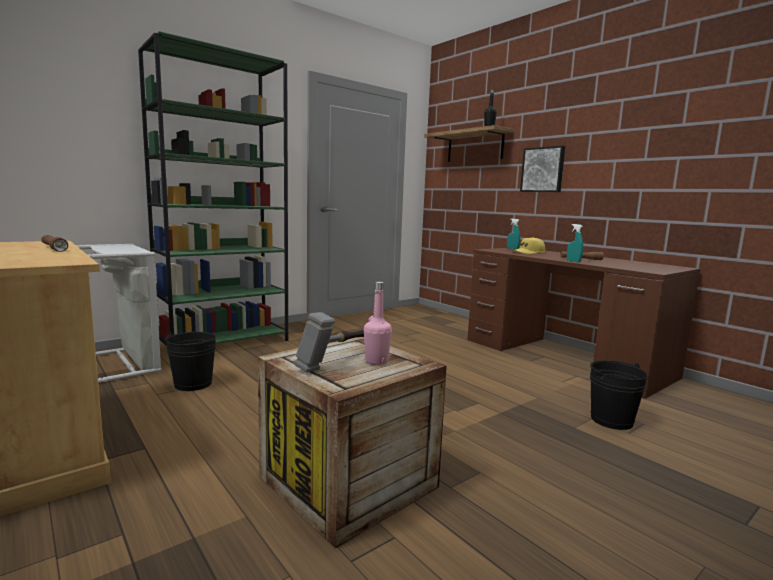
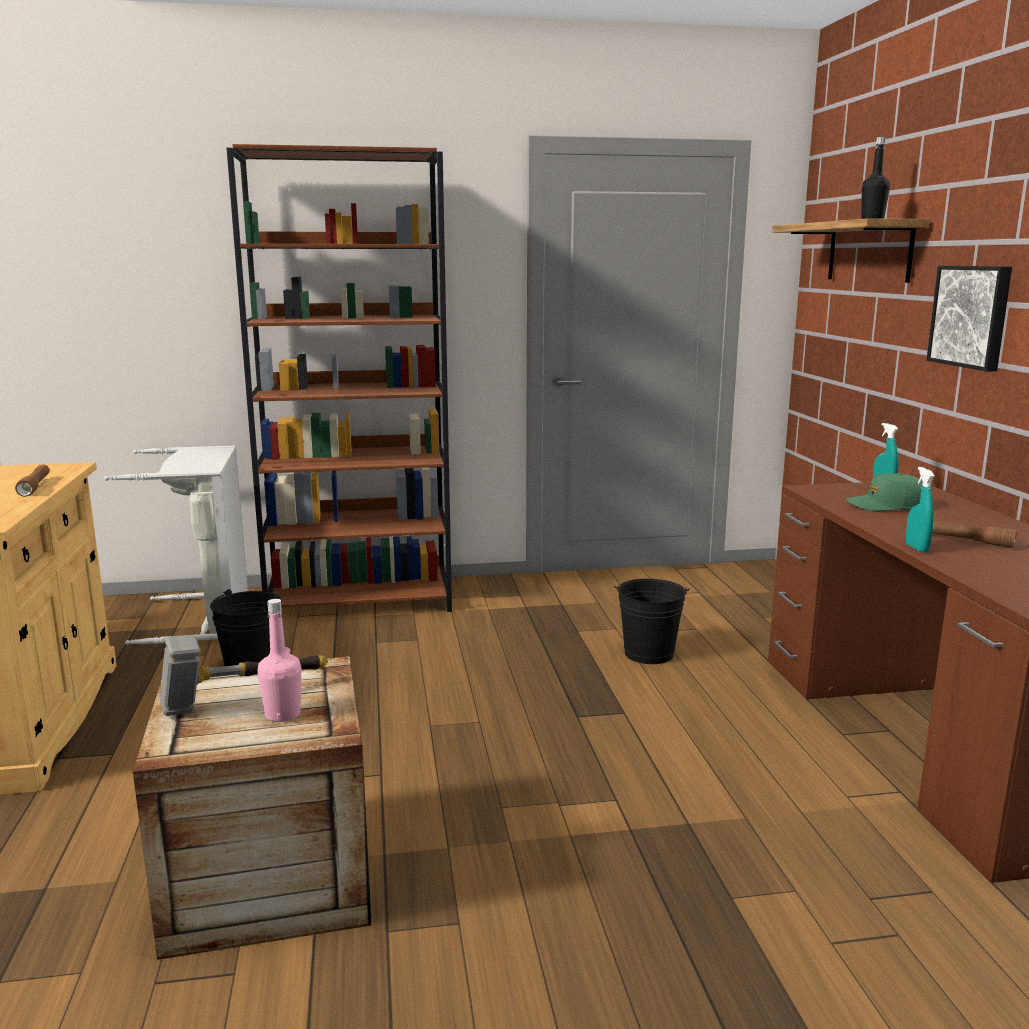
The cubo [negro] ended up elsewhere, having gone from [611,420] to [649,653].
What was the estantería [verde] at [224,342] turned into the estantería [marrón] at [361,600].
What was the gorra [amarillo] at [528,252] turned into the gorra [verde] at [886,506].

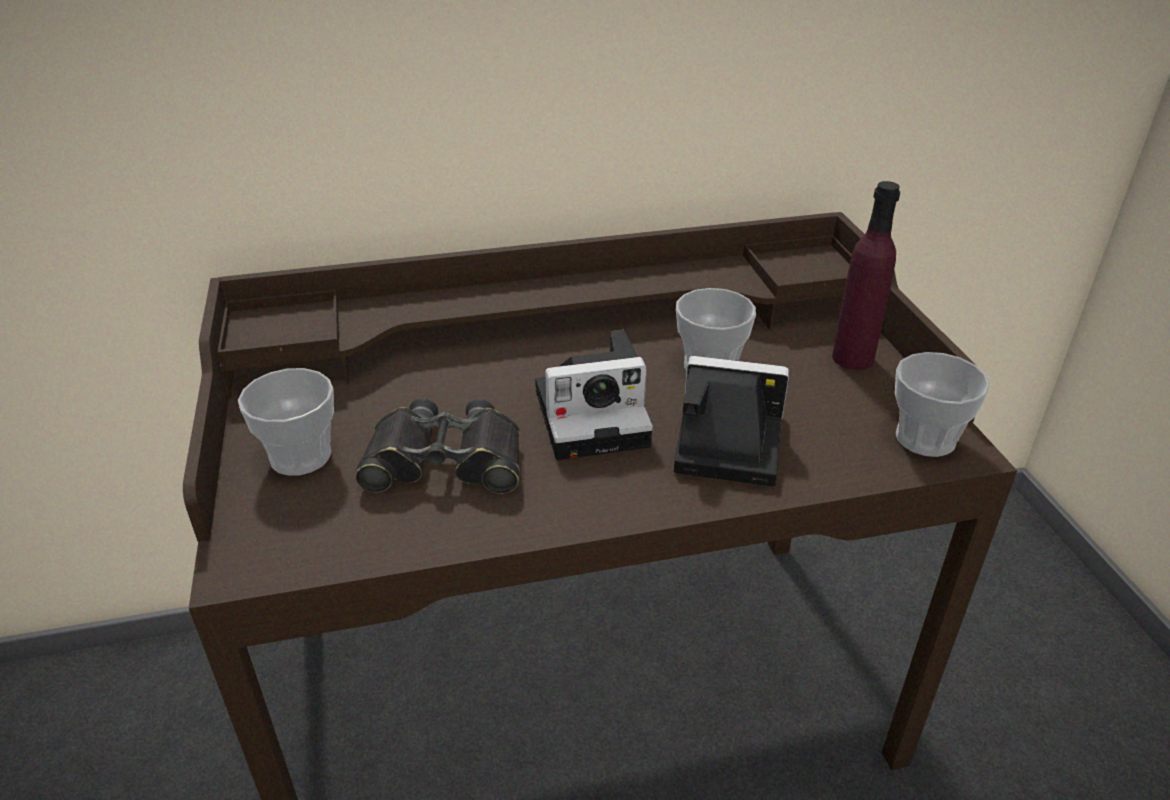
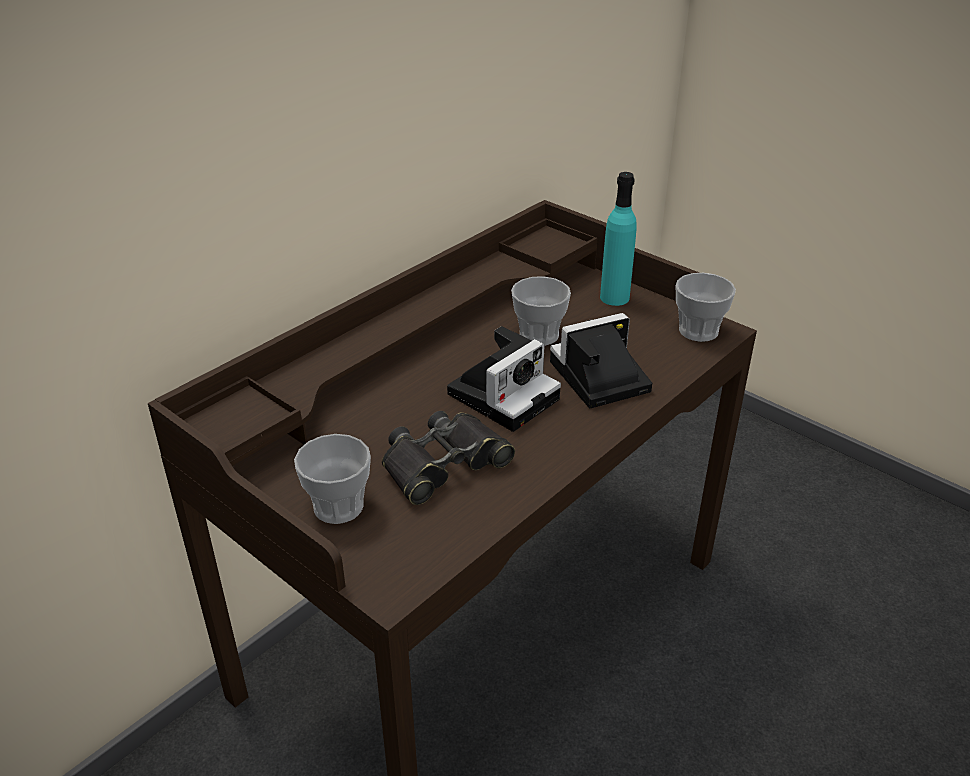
What was the botella [morado] at [853,358] turned into the botella [turquesa] at [614,297].

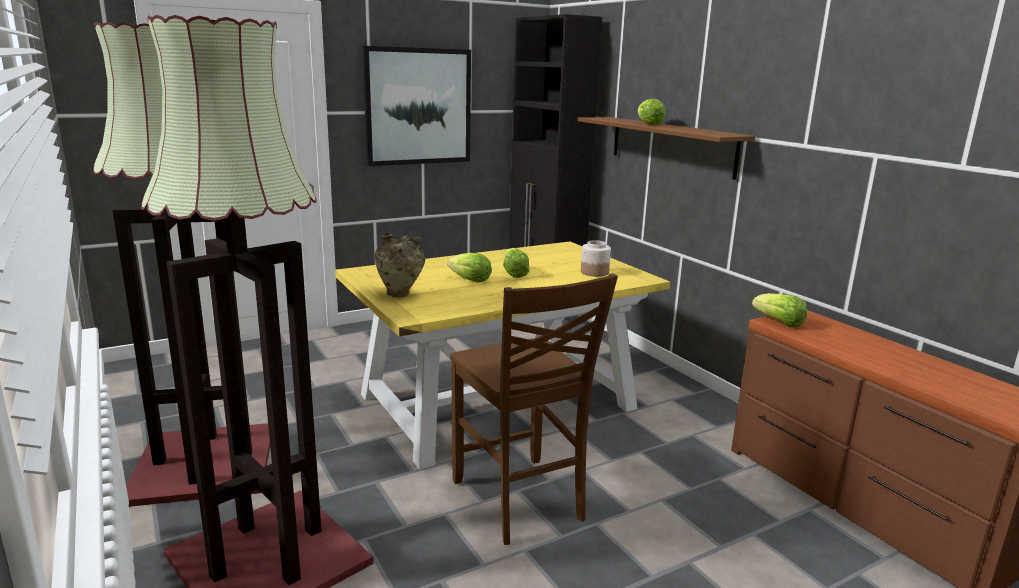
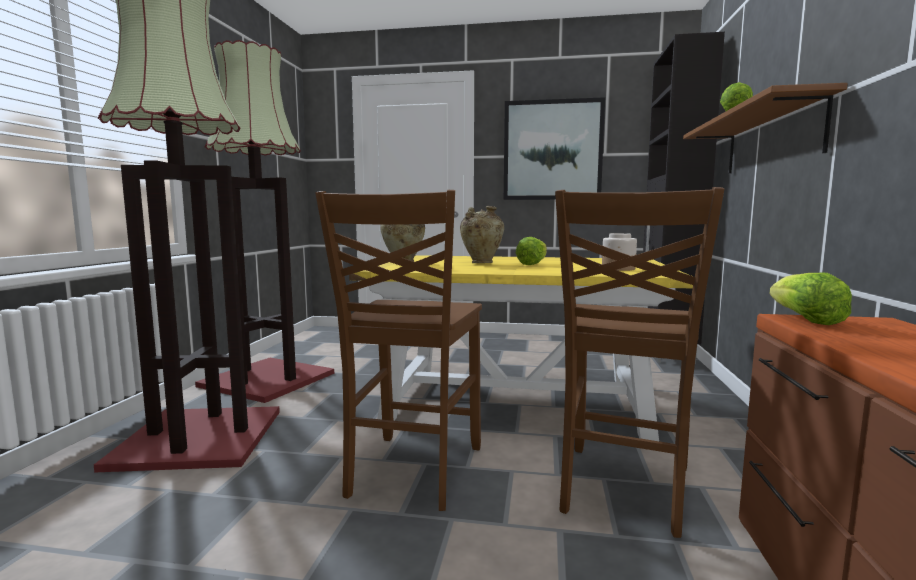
The second view gained the silla [marrón] at [622,489].
Where the lechuga stood at [470,280], the florero [beis] came to stand at [481,263].

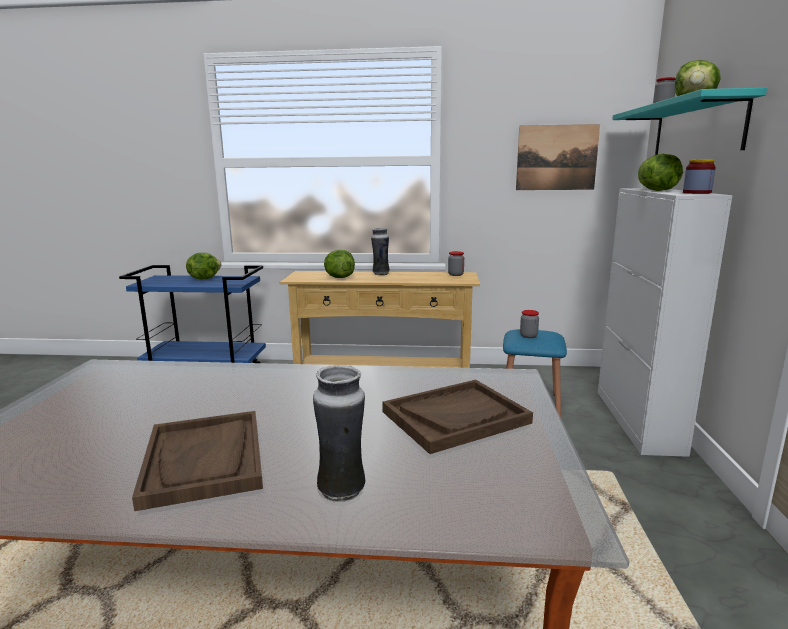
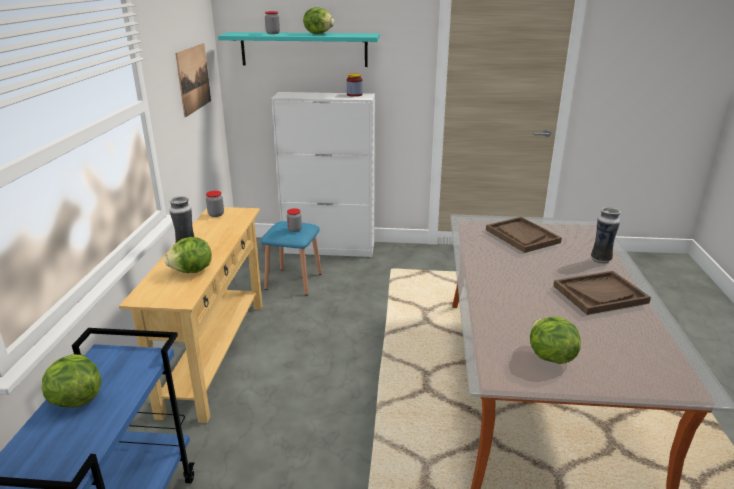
The lechuga ended up elsewhere, having gone from [658,190] to [550,357].

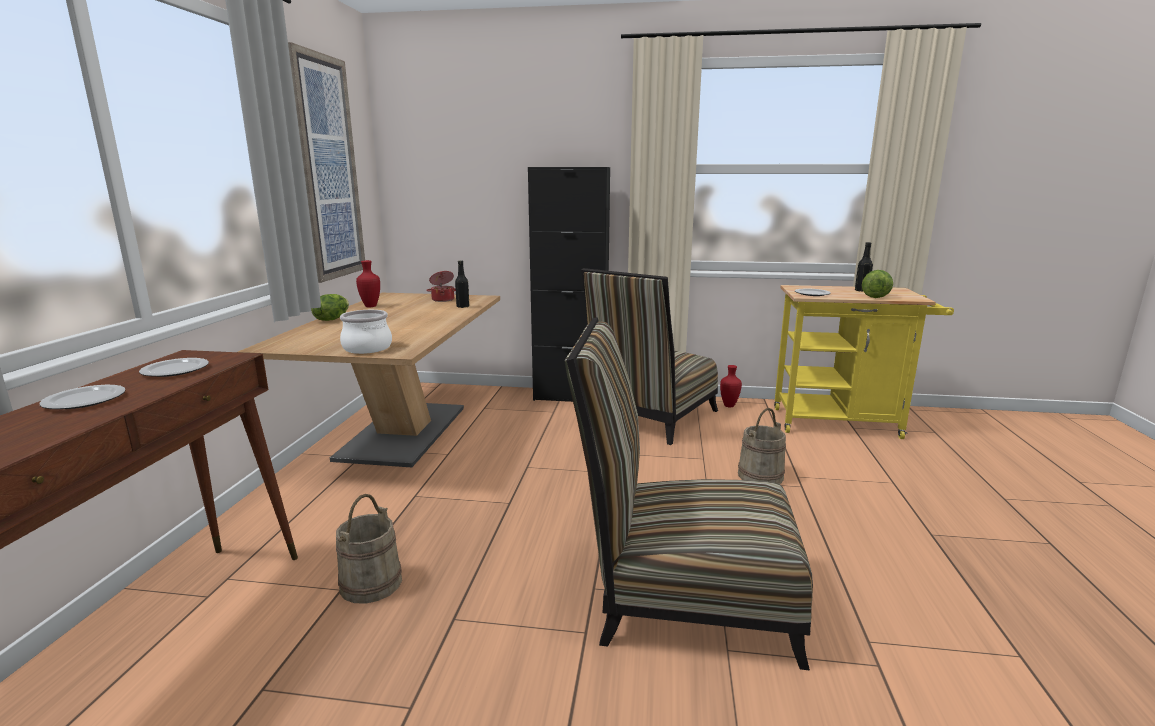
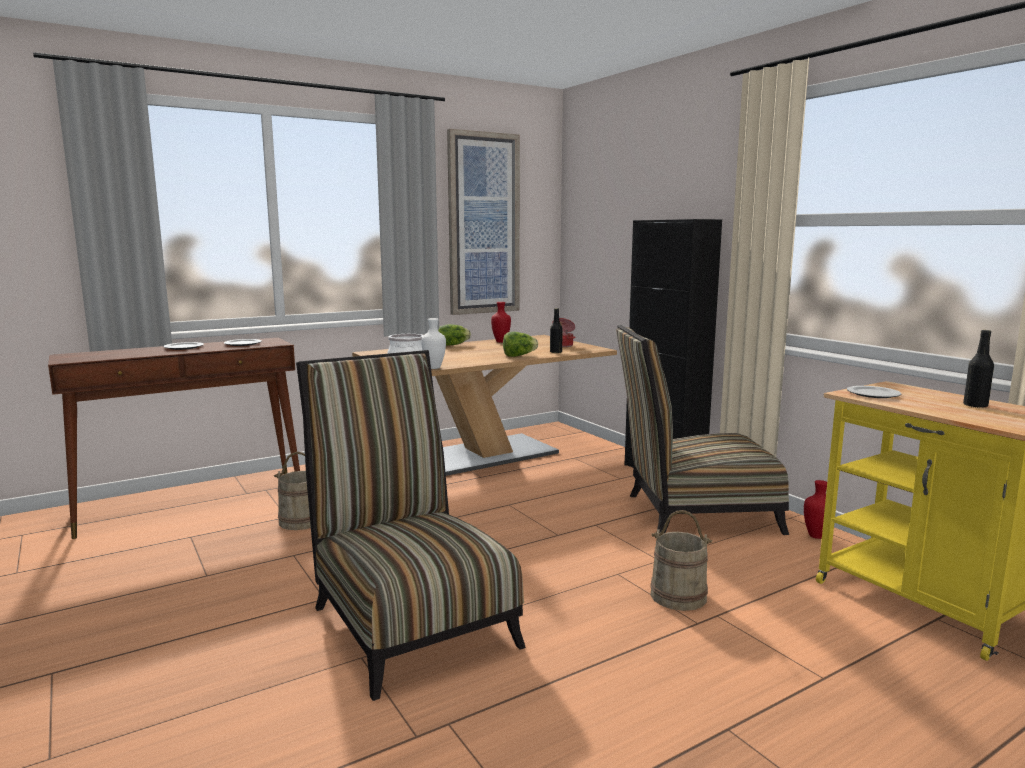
The second view gained the florero [blanco] at [435,368].
The lechuga ended up elsewhere, having gone from [875,296] to [518,356].

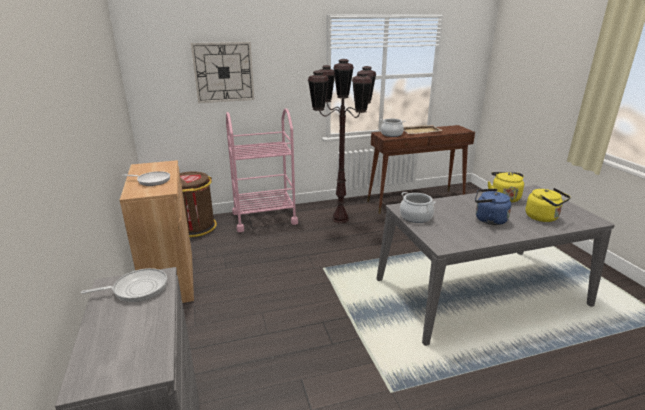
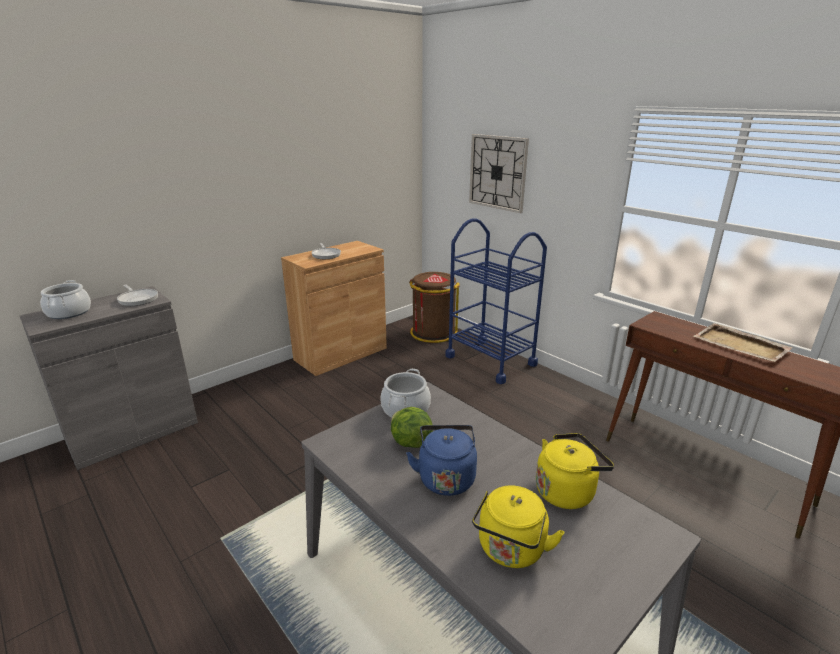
The second view lost the lámpara de pie [marrón] at [340,219].
The second view gained the lechuga at [410,442].
The olla ended up elsewhere, having gone from [391,134] to [69,312].
What was the carrito [rosa] at [264,218] turned into the carrito [azul] at [490,360].

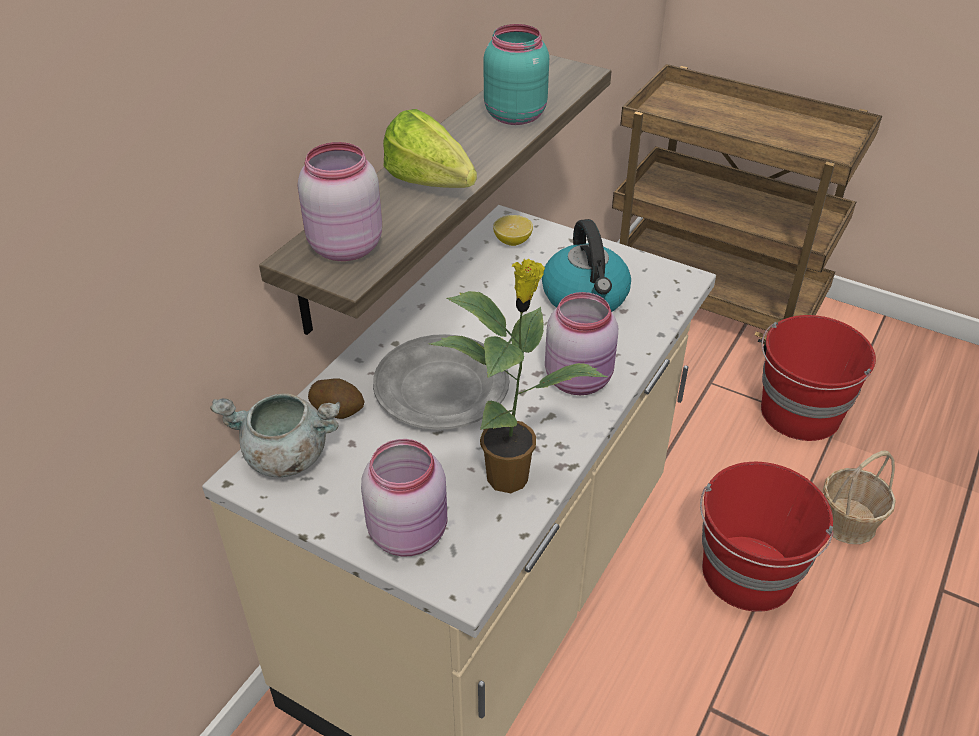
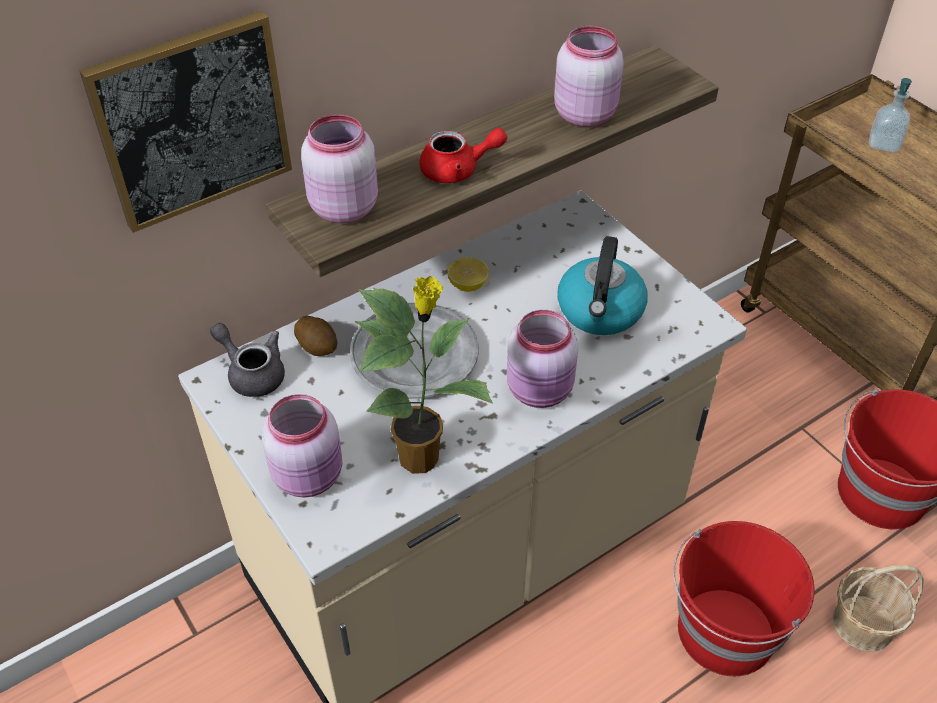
The second view gained the cuadro at [192,121].
The second view gained the dispensador de jabón at [884,144].
The limón ended up elsewhere, having gone from [513,241] to [468,285].
Where the olla [gris] stood at [284,456], the tetera [gris] came to stand at [252,373].
Where the lechuga stood at [434,187], the tetera [rojo] came to stand at [458,170].
What was the tarro [turquesa] at [514,114] turned into the tarro [rosa] at [585,113].

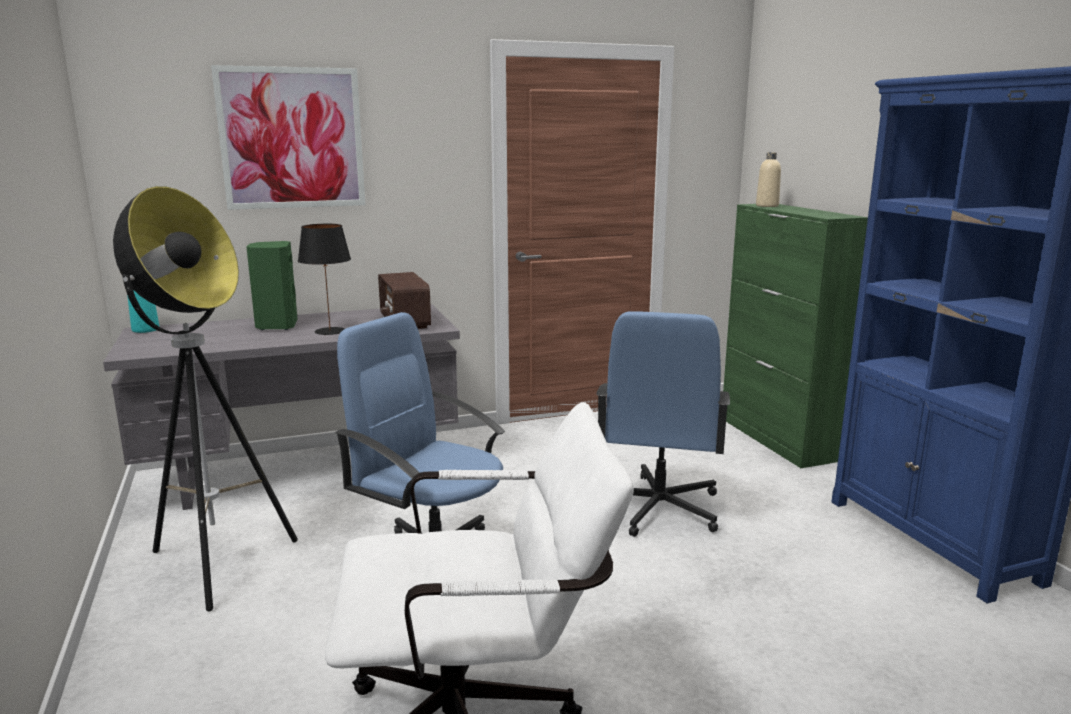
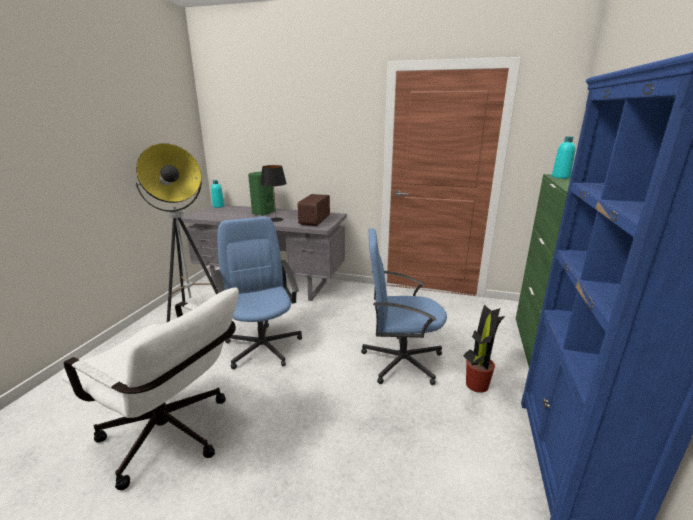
The second view lost the cuadro at [292,138].
The second view gained the planta en maceta at [477,384].
What was the botella [beis] at [767,206] turned into the botella [turquesa] at [560,177].
The silla de oficina [azul] at [657,508] ended up facing another way, 45 degrees clockwise from before.

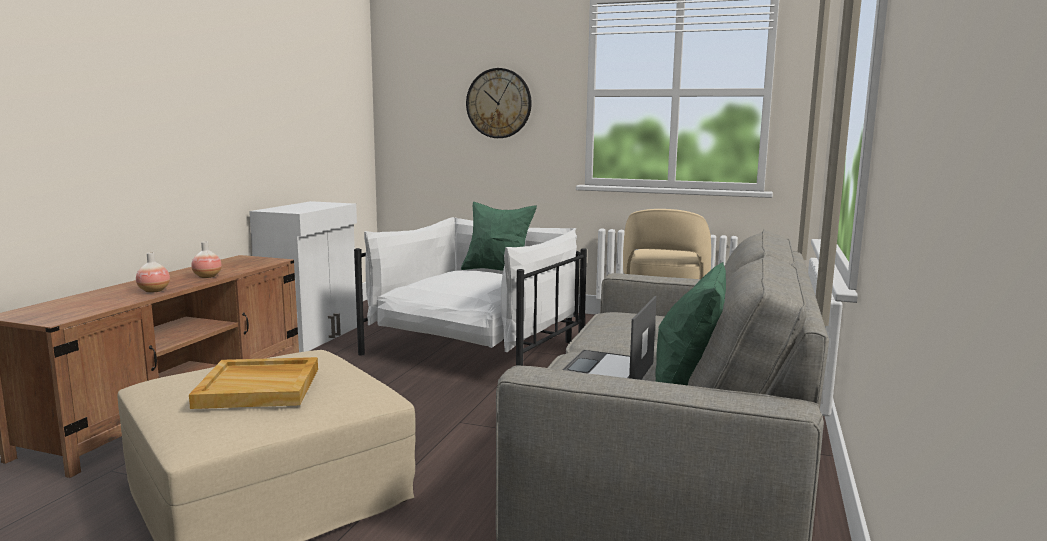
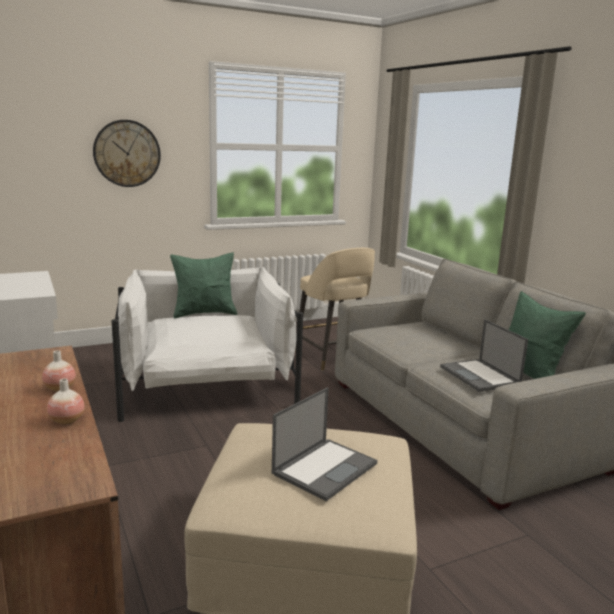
Where the bandeja [beis] stood at [260,387], the portátil came to stand at [325,468].

